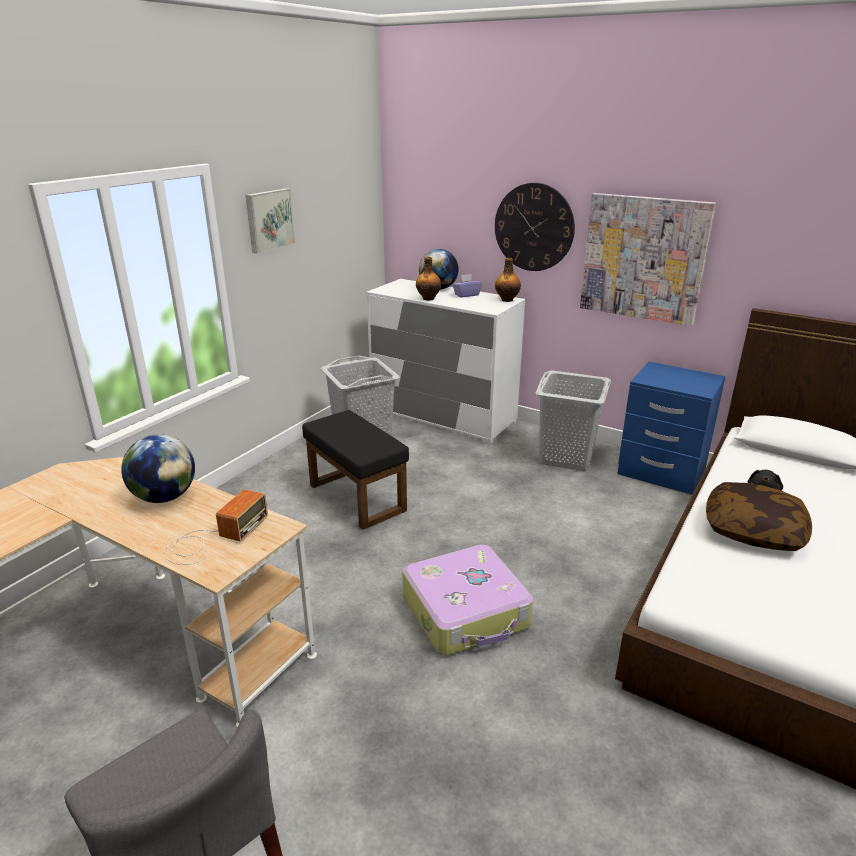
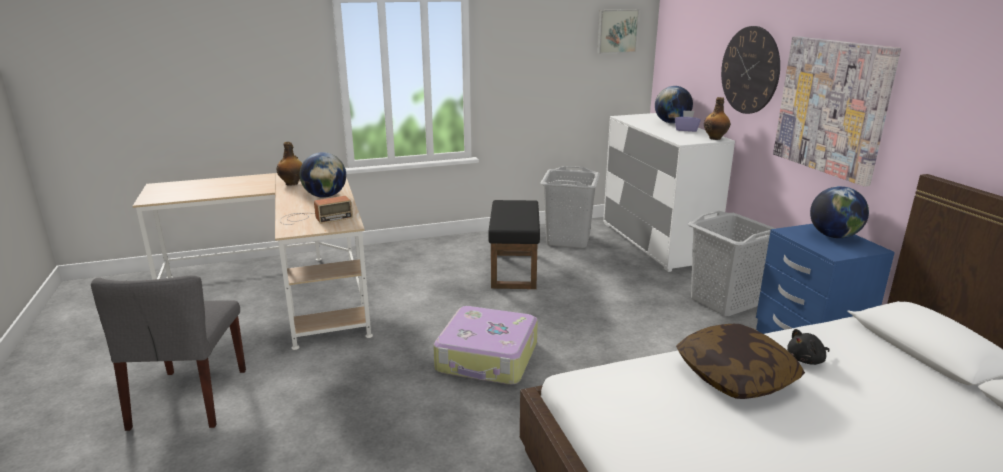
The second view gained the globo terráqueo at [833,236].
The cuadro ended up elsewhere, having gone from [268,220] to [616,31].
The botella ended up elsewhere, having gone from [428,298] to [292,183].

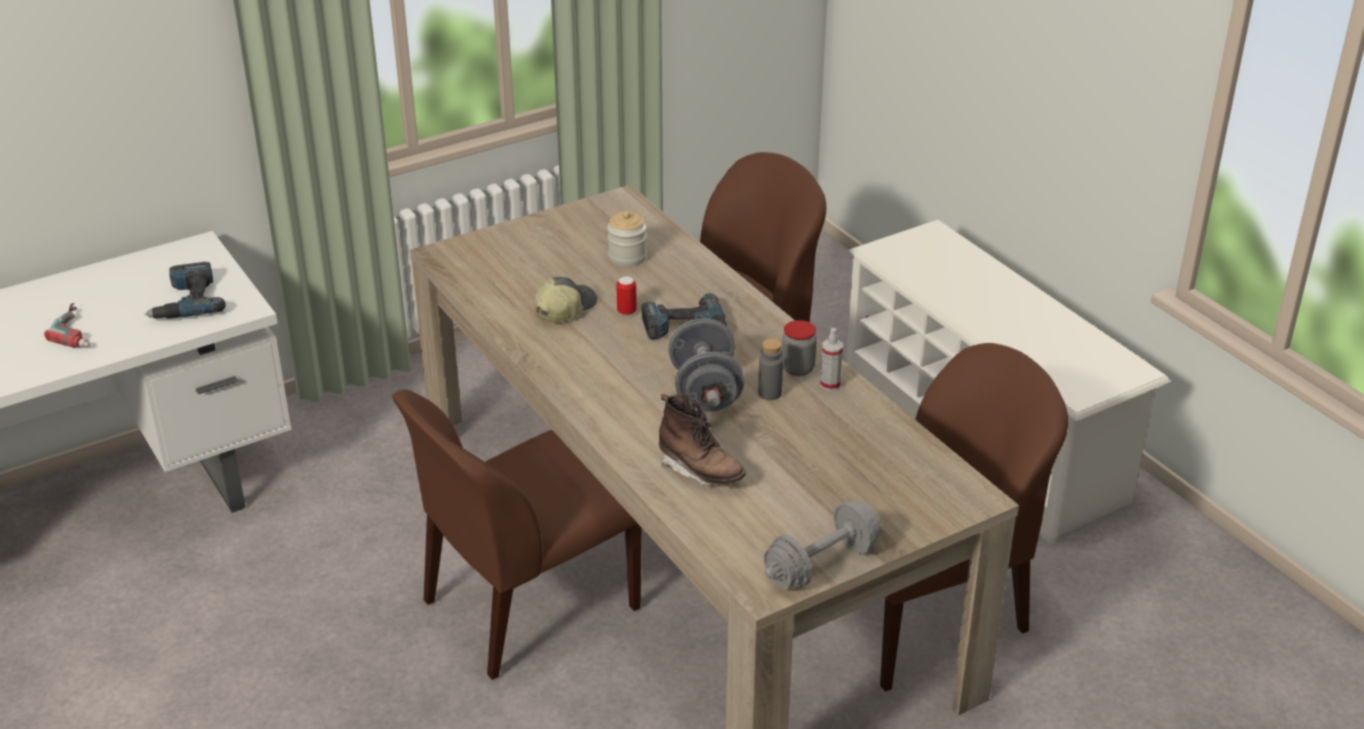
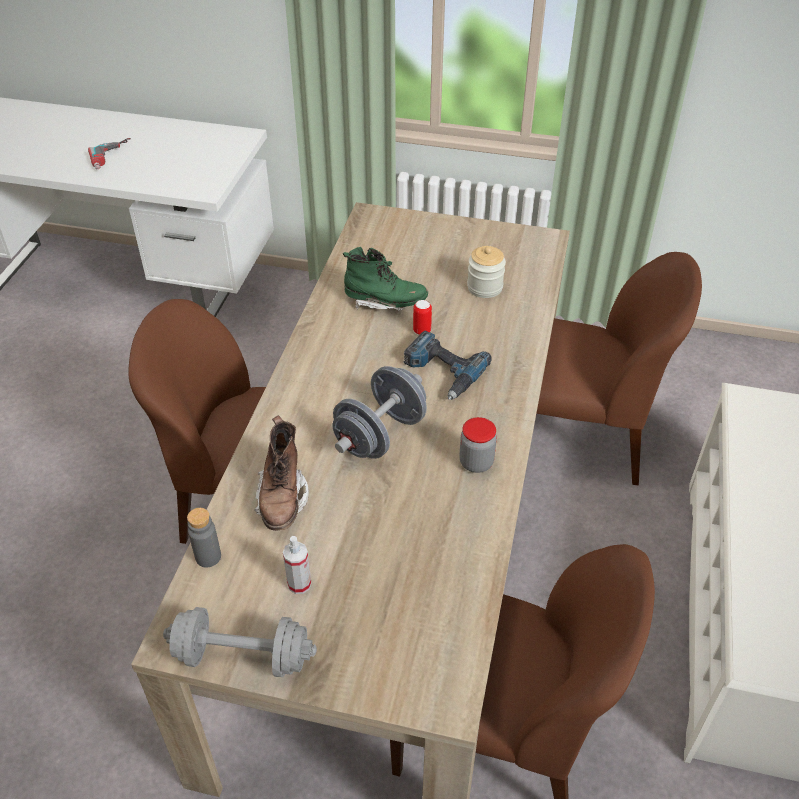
The second view lost the taladro at [186,301].
The botella [gris] ended up elsewhere, having gone from [769,393] to [208,557].
The pulverizador ended up elsewhere, having gone from [830,384] to [299,584].
Where the gorra stood at [564,308], the bota [verde] came to stand at [385,302].

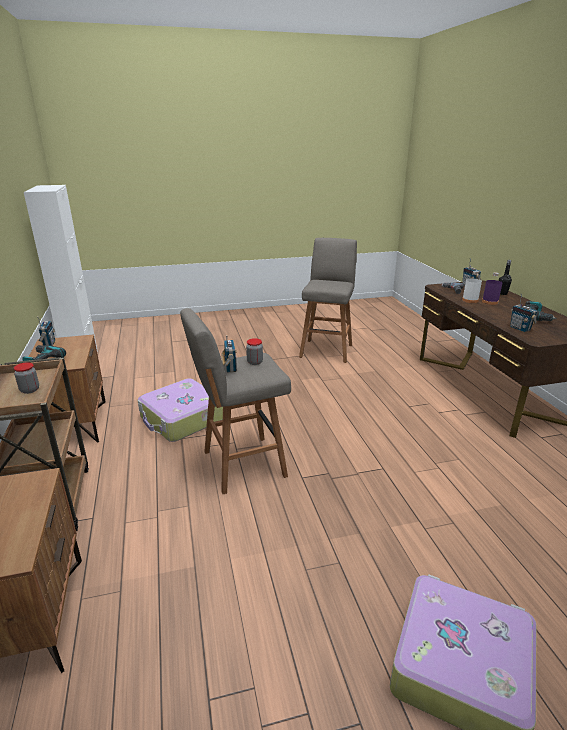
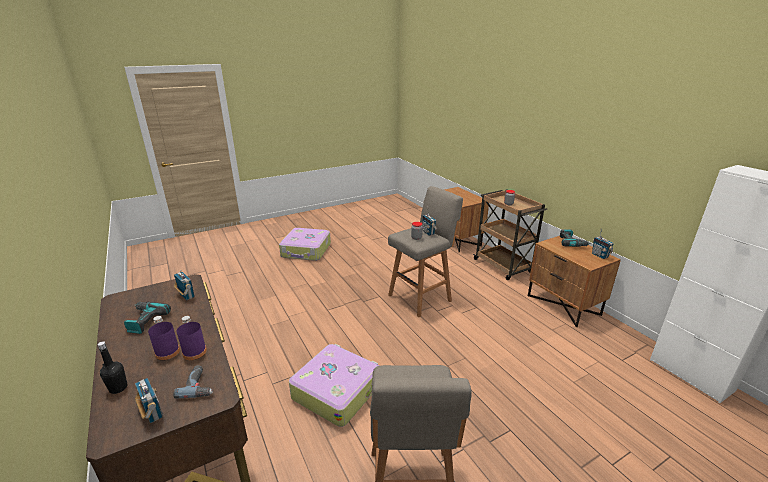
The maleta ended up elsewhere, having gone from [182,419] to [336,390].
What was the botella [blanco] at [470,300] turned into the botella [morado] at [194,352].

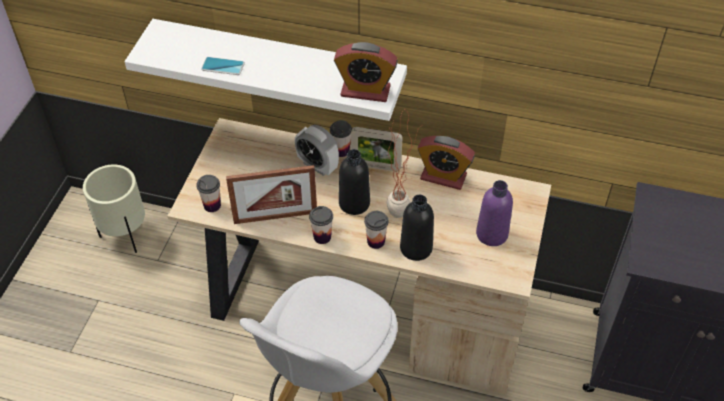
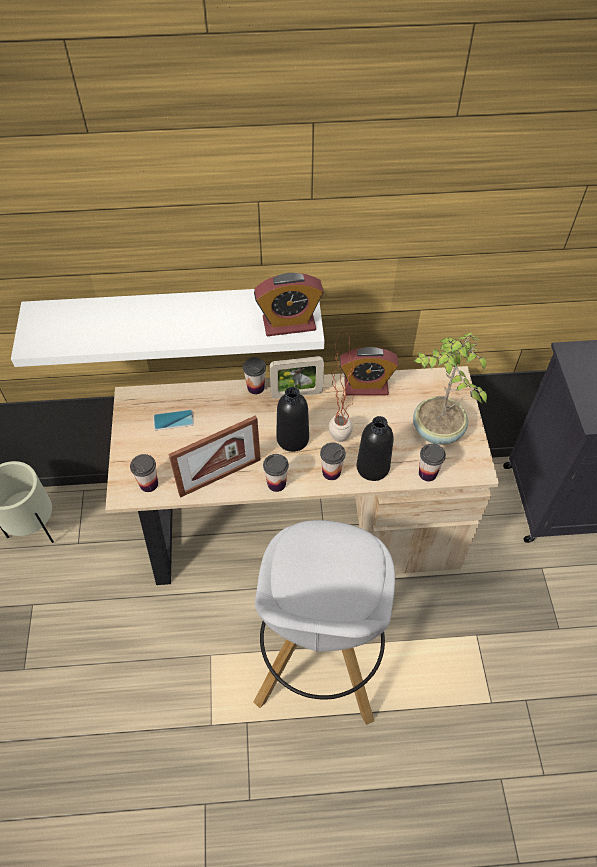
The second view lost the despertador at [317,165].
The second view gained the taza at [427,473].
The móvil ended up elsewhere, having gone from [223,66] to [173,420].
Where the botella [morado] stood at [492,234], the planta en maceta came to stand at [436,431].

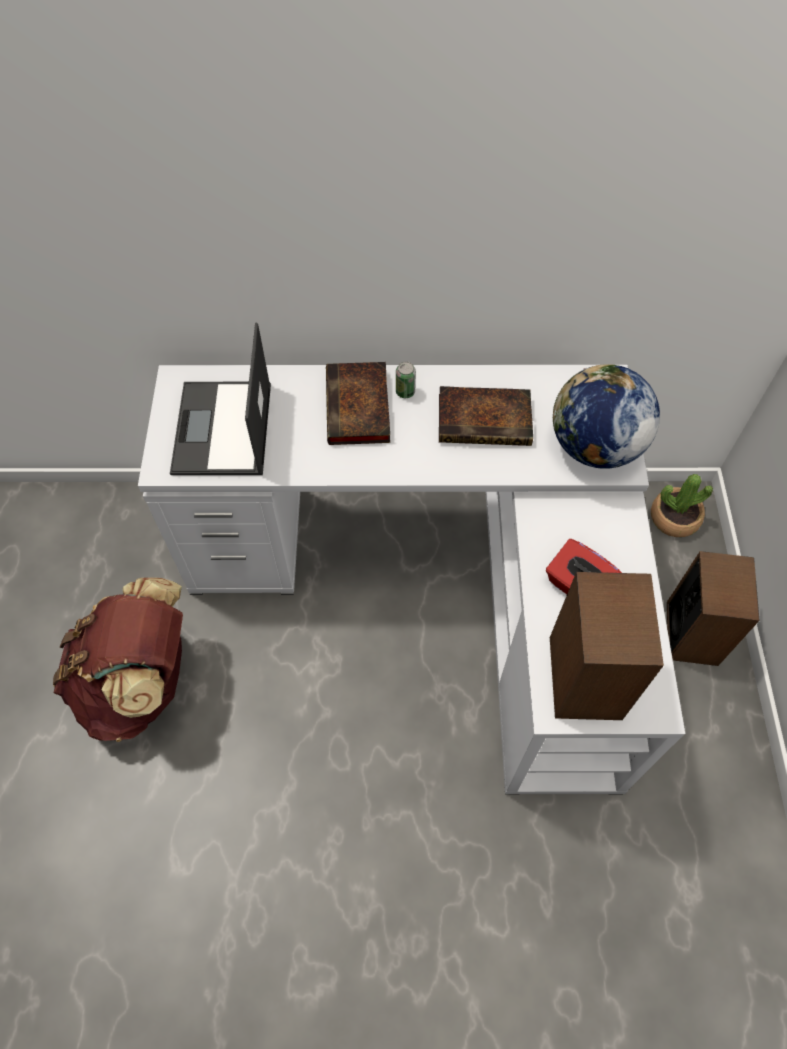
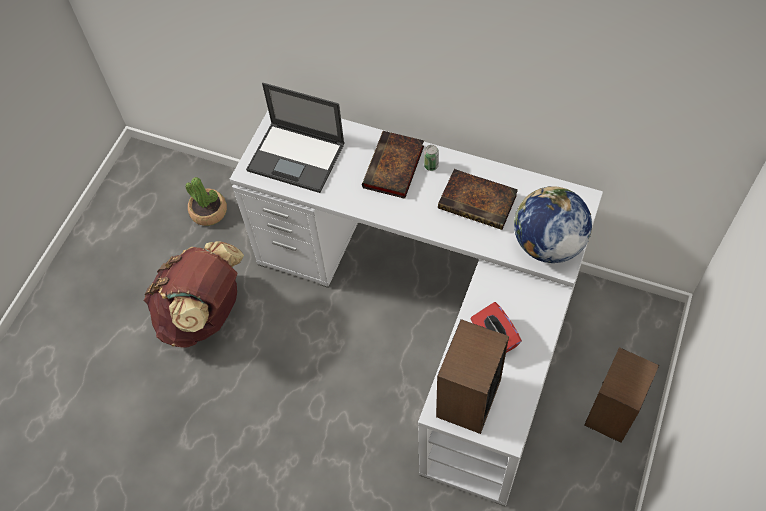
The planta en maceta ended up elsewhere, having gone from [674,518] to [209,211].
The portátil at [223,430] ended up facing another way, 90 degrees counterclockwise from before.

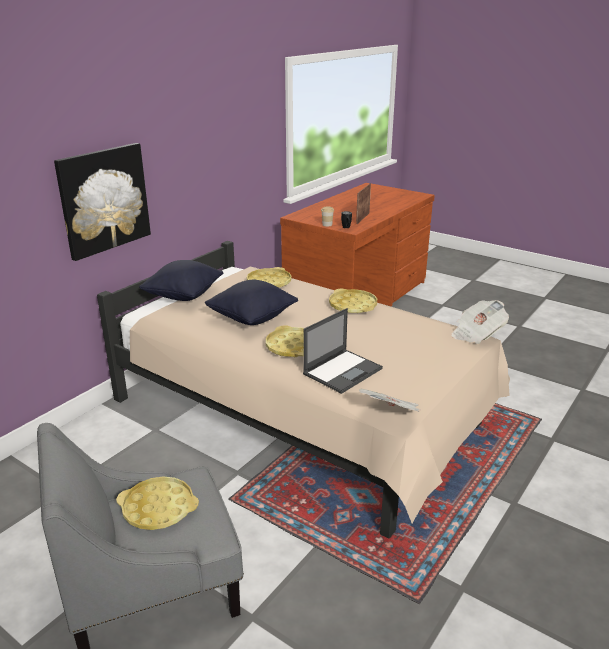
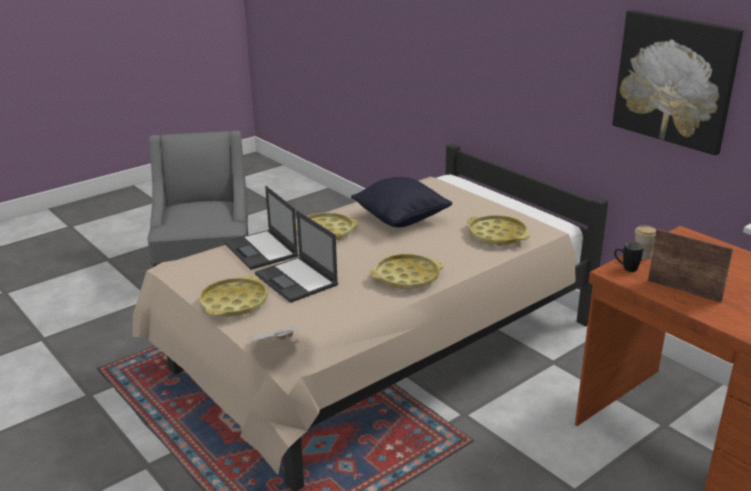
The second view lost the cojín [negro] at [183,296].
The second view lost the periódico at [391,414].
The second view gained the portátil at [297,280].
The cuadro ended up elsewhere, having gone from [104,200] to [675,80].
The bandeja [amarillo] ended up elsewhere, having gone from [158,508] to [234,303].

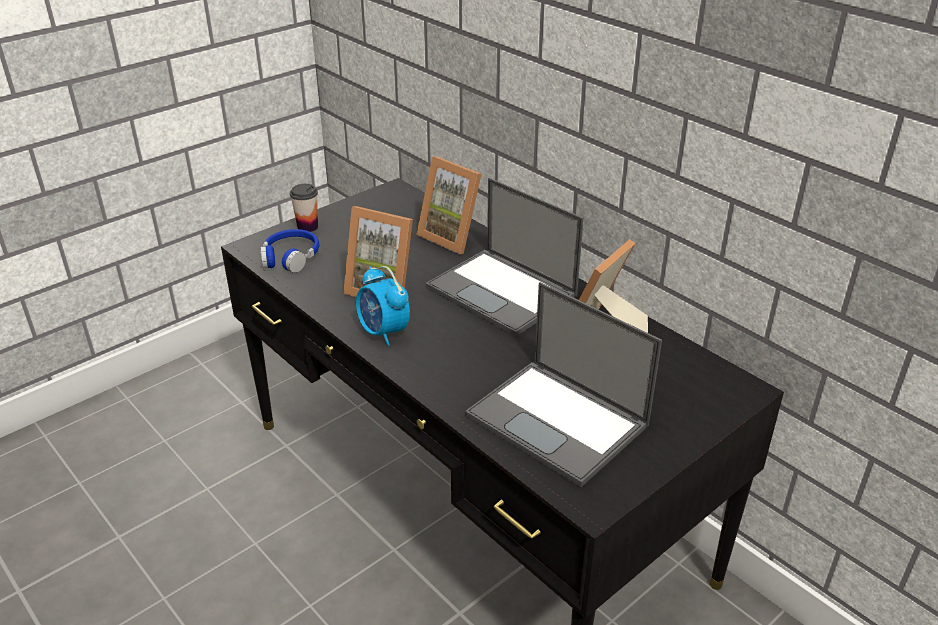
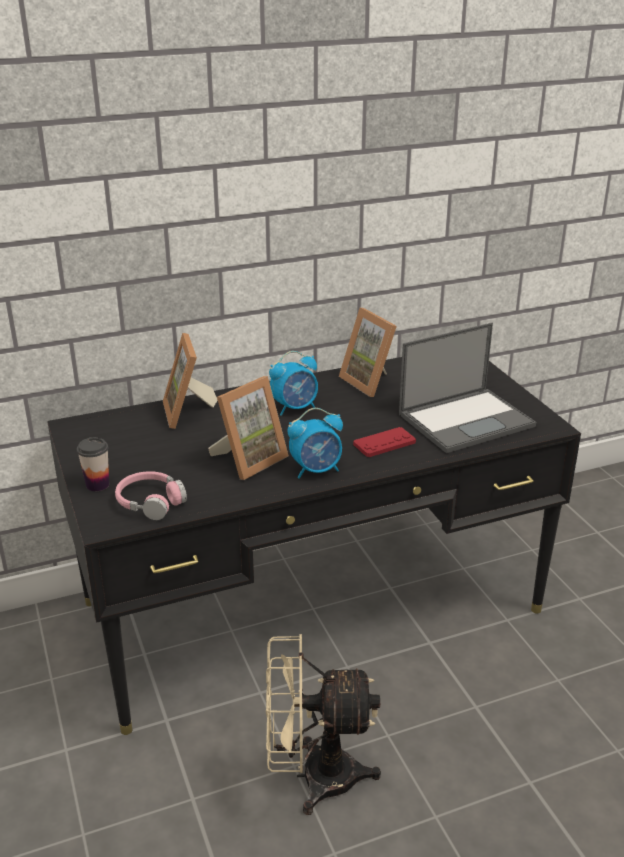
The second view gained the ventilador [beis] at [313,777].
The second view gained the mando de consola [rojo] at [384,443].
Where the portátil stood at [503,292], the despertador came to stand at [295,408].
What was the auriculares [azul] at [290,257] turned into the auriculares [rosa] at [150,502].
The portarretratos at [453,236] ended up facing another way, 105 degrees clockwise from before.

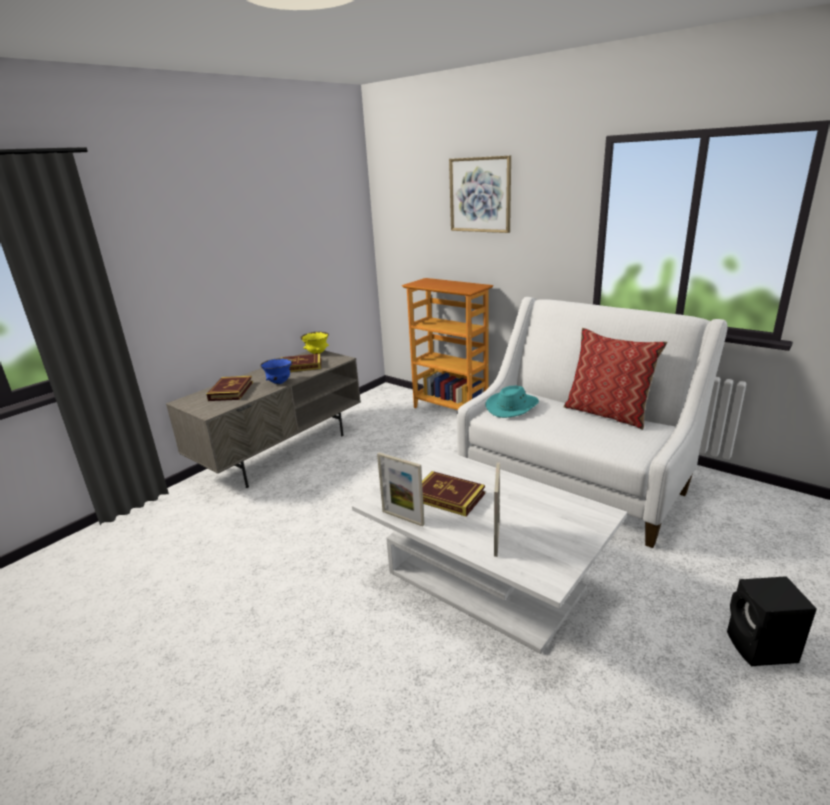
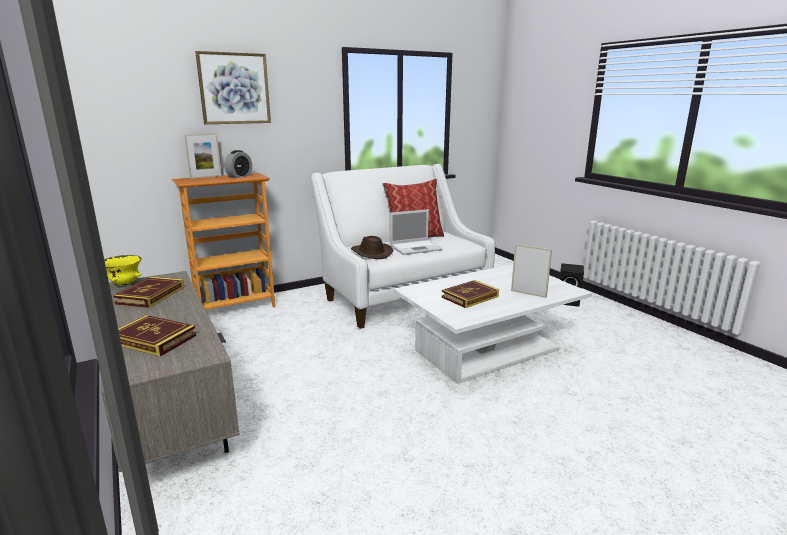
The second view lost the cuenco [azul] at [279,383].
The second view gained the despertador at [239,176].
The second view gained the portátil at [416,247].
The portarretratos ended up elsewhere, having gone from [403,518] to [206,177].
What was the sombrero [turquesa] at [512,407] turned into the sombrero [marrón] at [371,253].

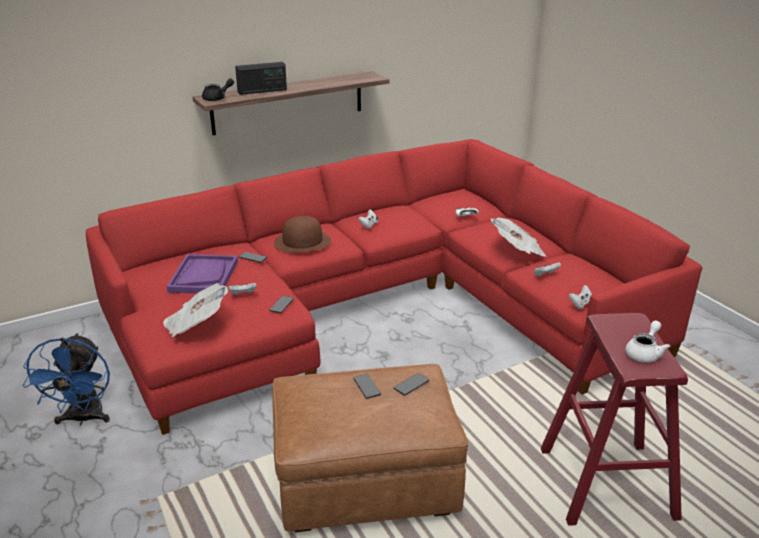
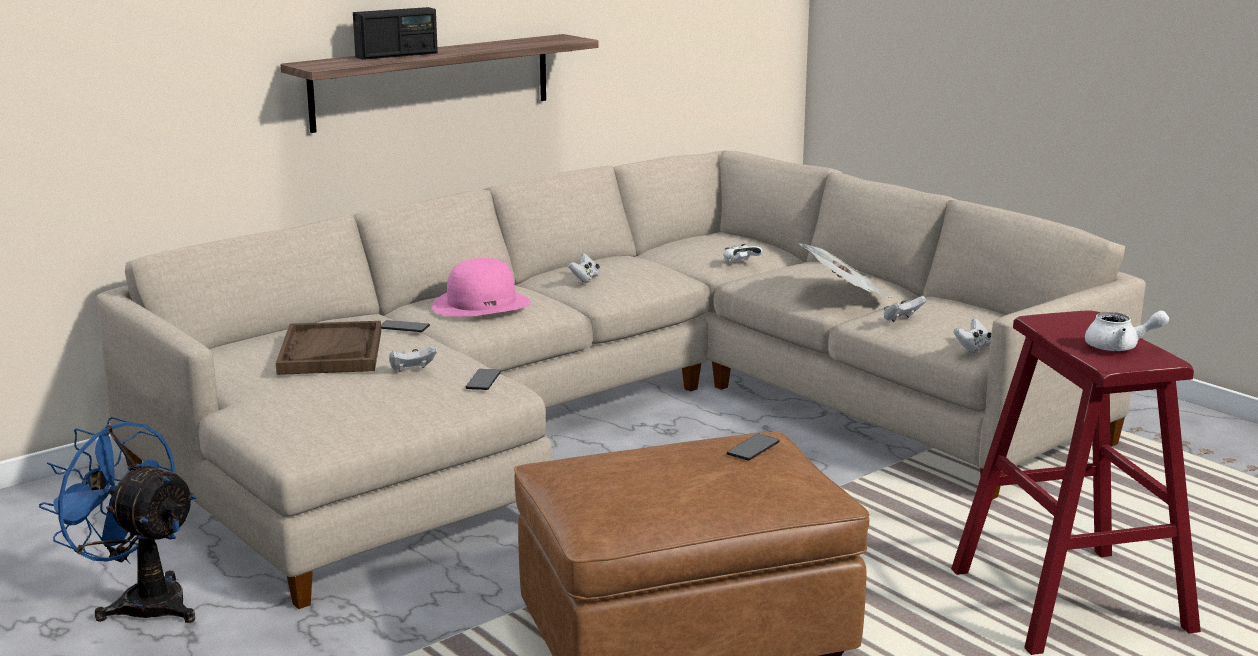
The second view lost the periódico at [196,325].
The second view lost the tetera [negro] at [217,98].
The second view lost the móvil at [367,387].
What was the sofá [rojo] at [379,308] turned into the sofá [beis] at [613,420].
What was the bandeja [morado] at [203,276] turned into the bandeja [marrón] at [330,352].
What was the sombrero [marrón] at [303,242] turned into the sombrero [rosa] at [481,304].
The ventilador [azul] at [83,419] ended up facing another way, 135 degrees clockwise from before.
The tetera [blanco] at [644,353] ended up facing another way, 75 degrees clockwise from before.

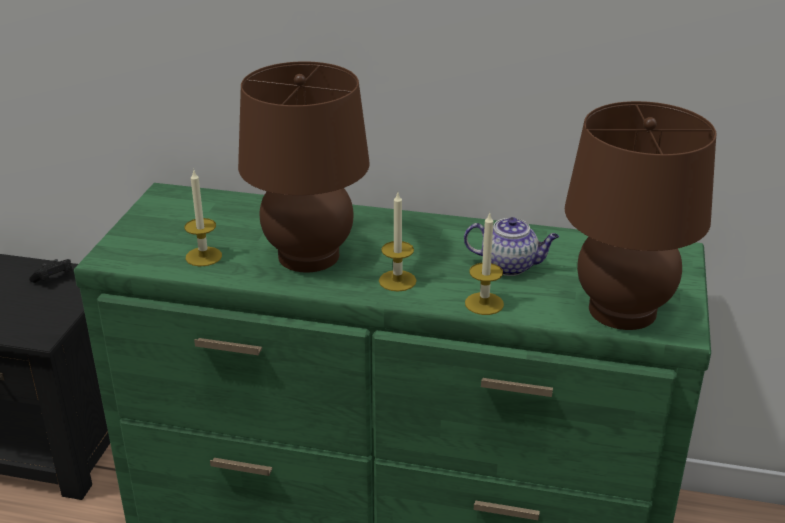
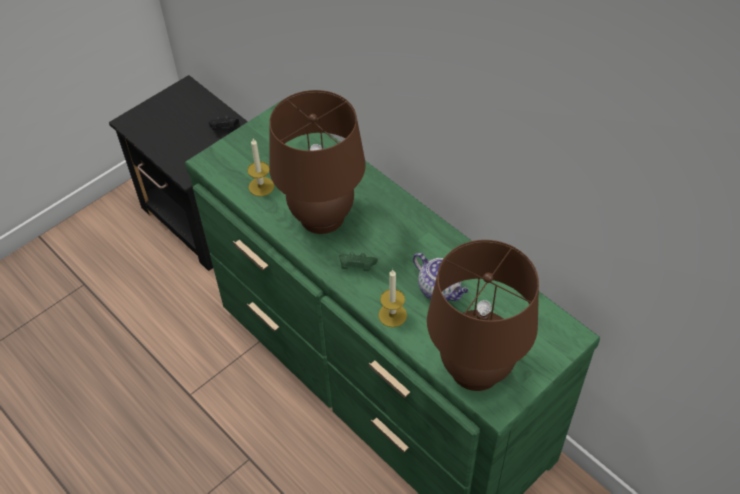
Where the vela stood at [397,281], the mando de consola [verde] came to stand at [357,267].

